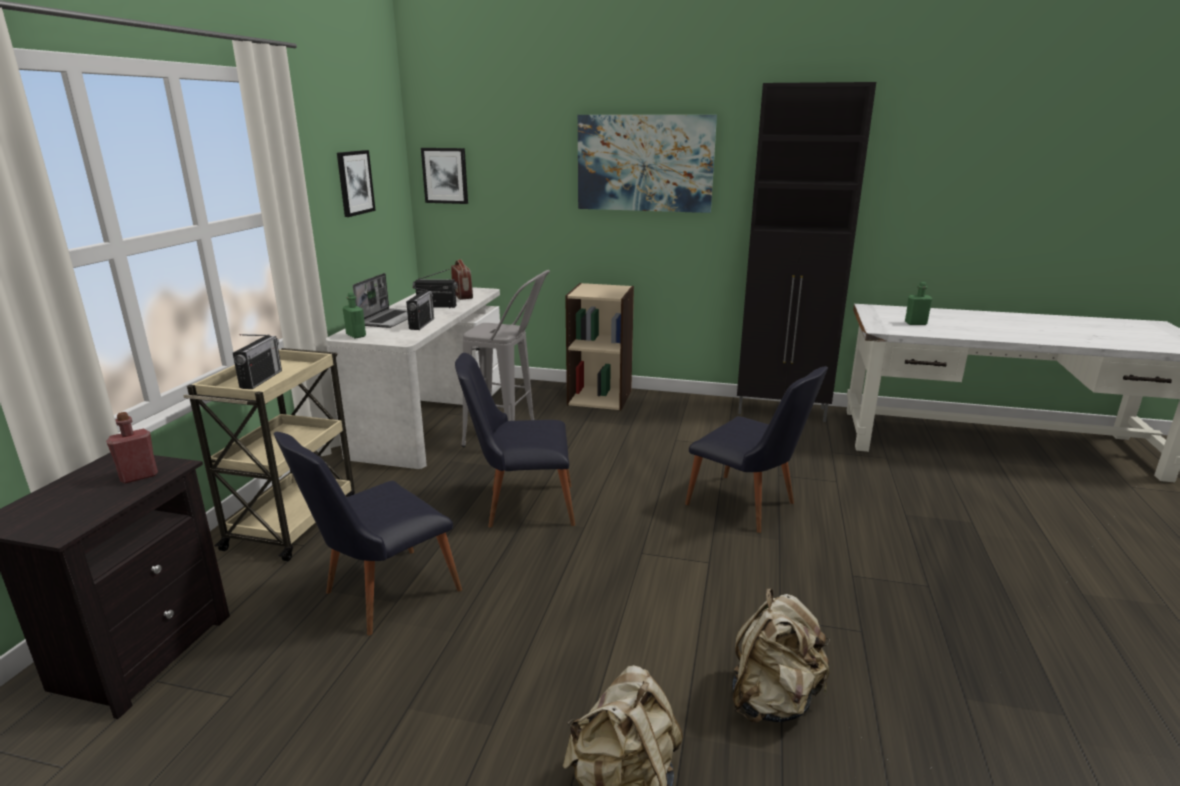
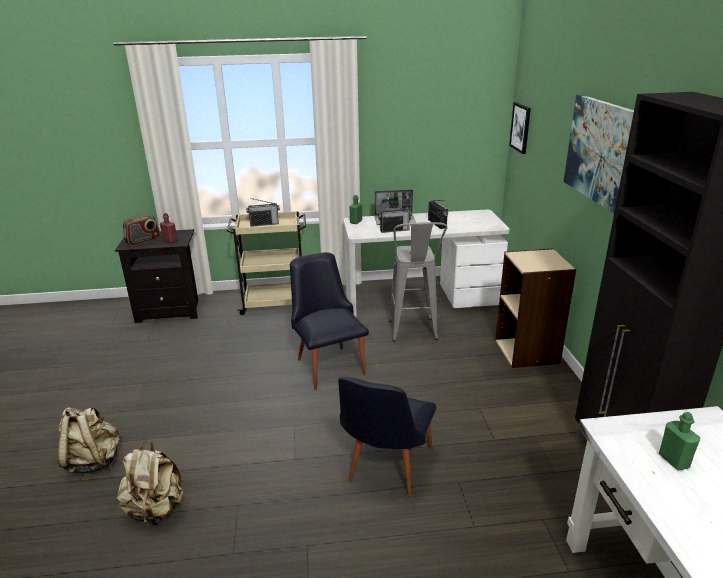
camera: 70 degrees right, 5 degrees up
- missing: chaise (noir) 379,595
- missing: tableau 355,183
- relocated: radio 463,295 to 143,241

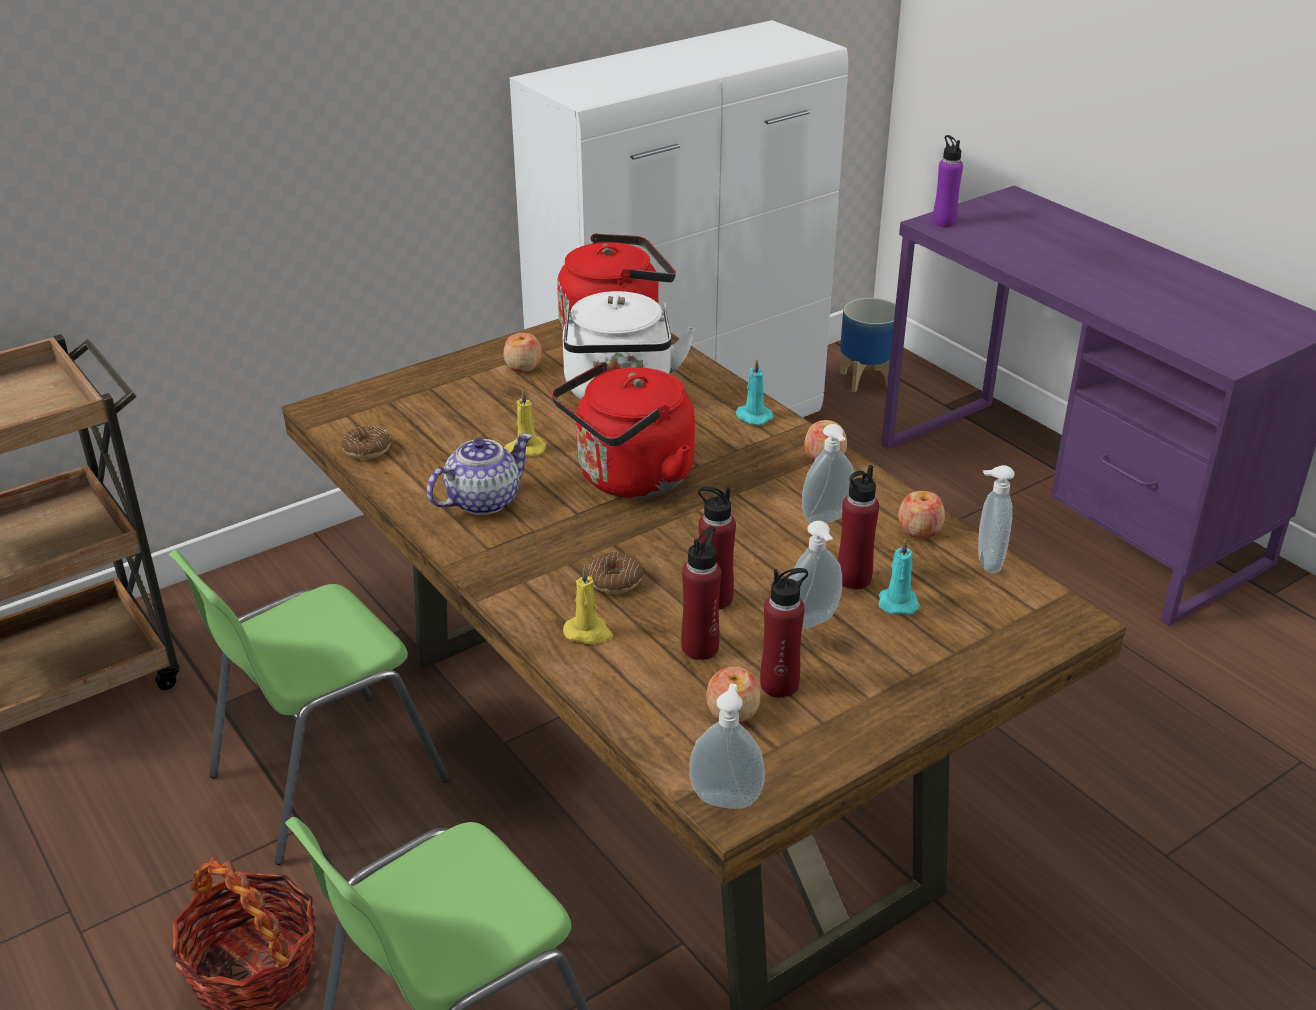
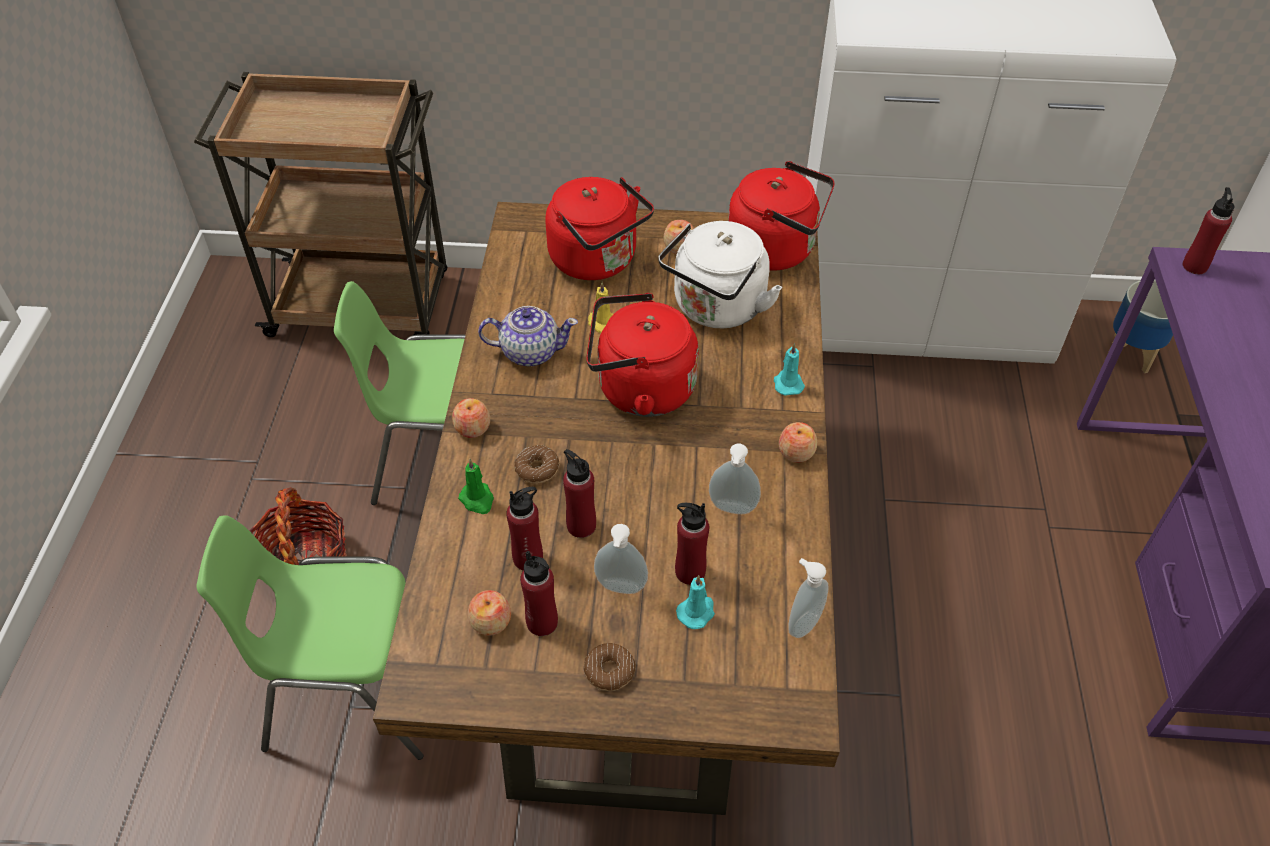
camera: 40 degrees right, 15 degrees up
- relocated: beignet 367,450 to 609,671
- colour: bougie (jaune) 589,632 to bougie (vert) 477,500
- missing: distributeur de savon 726,797
- relocated: pomme 919,530 to 472,428
- colour: bouteille (violet) 944,222 to bouteille (rouge) 1194,266
- appeared: bouilloire (rouge) 598,261

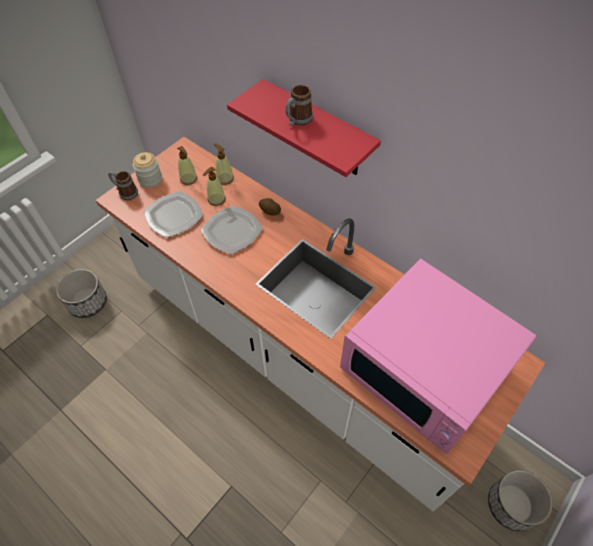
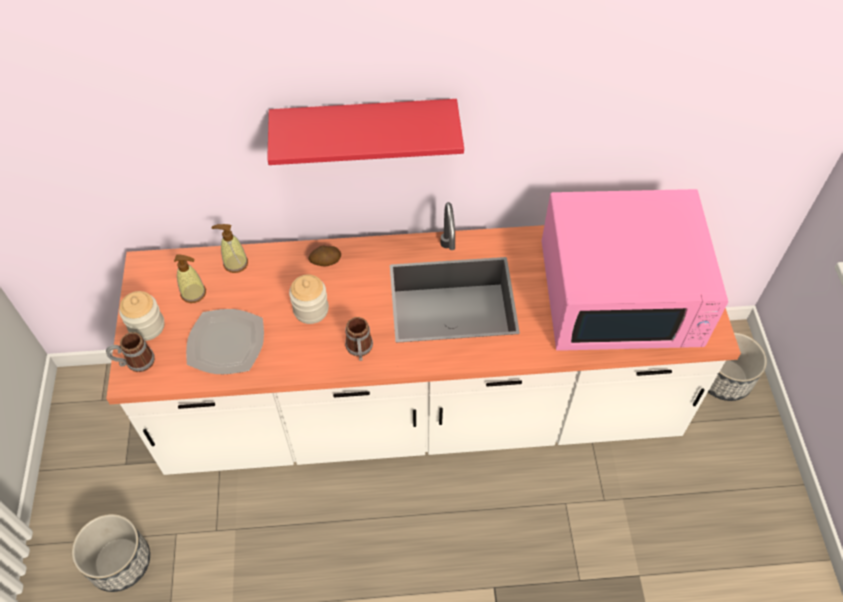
camera: 45 degrees left, 0 degrees up
- exchanged: assiette 233,231 to bocal 311,309
- missing: distributeur de savon 216,199
- relocated: mug 297,121 to 359,350

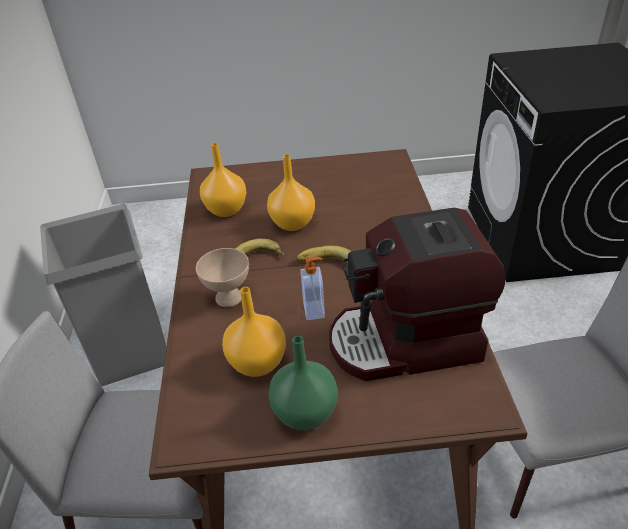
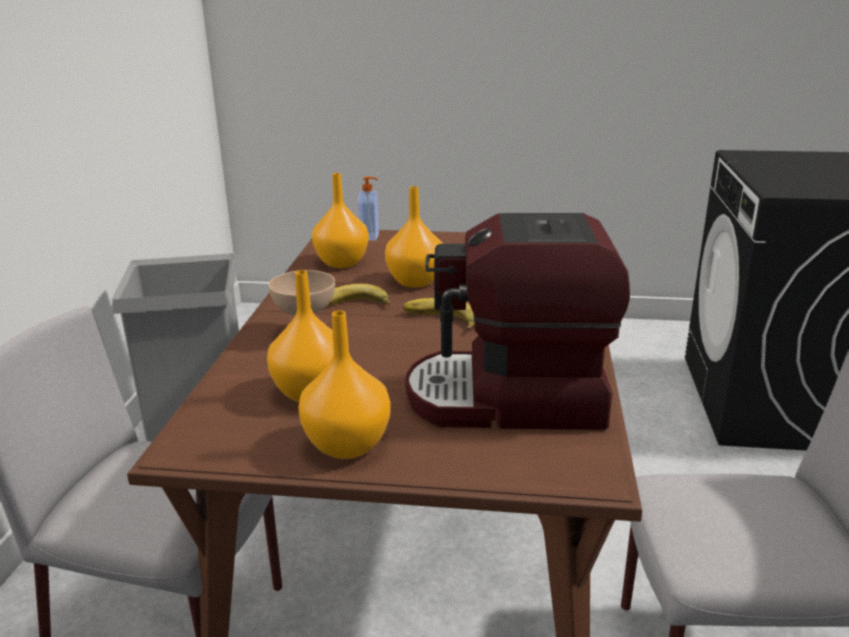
camera: 10 degrees right, 15 degrees down
- colour: vase (vert) 305,414 to vase (orange) 346,446
- relocated: distributeur de savon 315,310 to 370,237

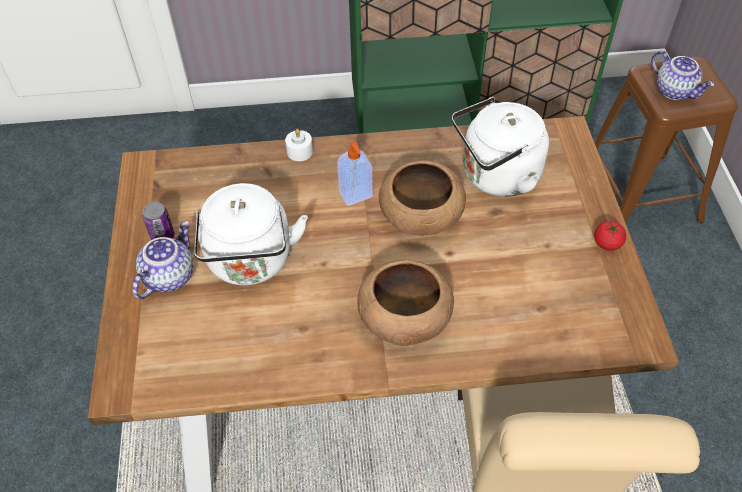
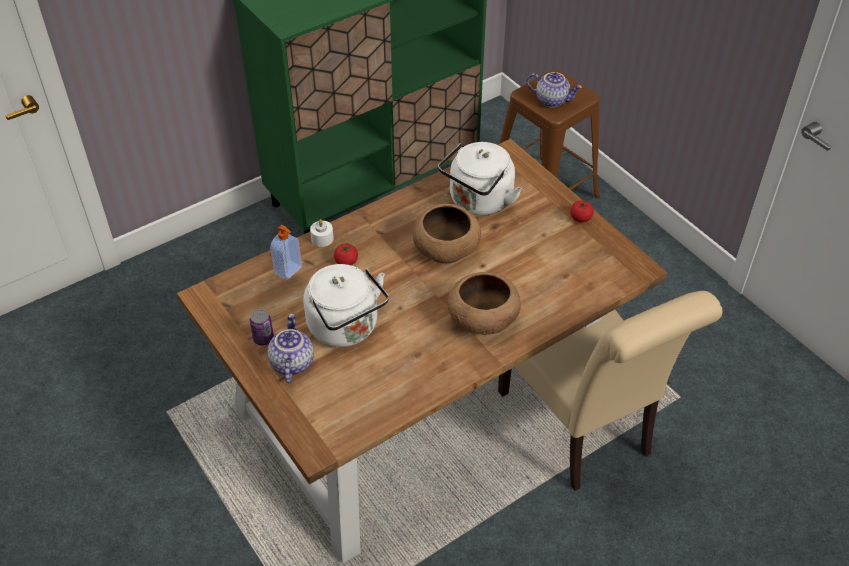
camera: 30 degrees left, 5 degrees down
- relocated: distributeur de savon 356,196 to 289,270
- appeared: tomate 346,262

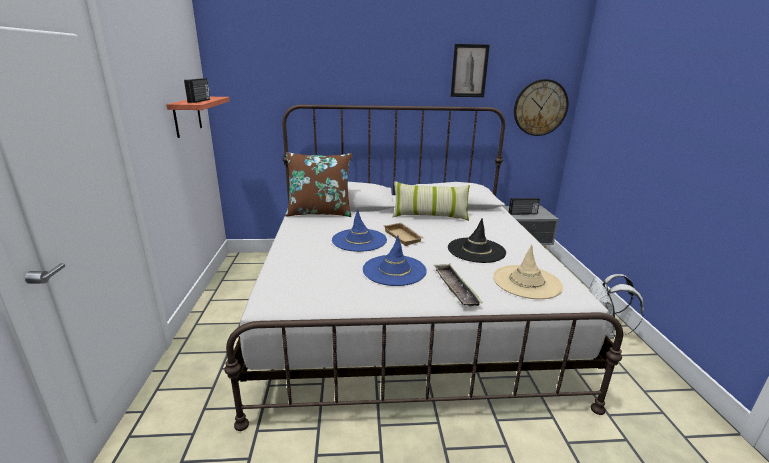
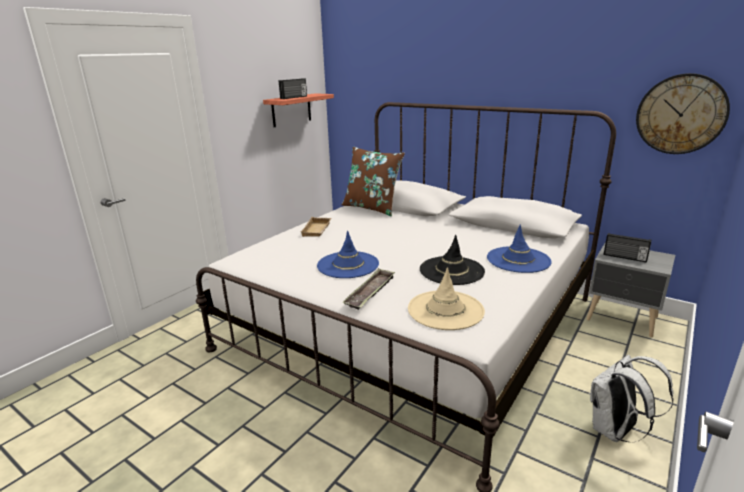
camera: 40 degrees right, 0 degrees up
- relocated: chapeau (bleu) 359,240 to 518,260
- relocated: plateau (beige) 404,237 to 317,230
- missing: coussin 430,216
- missing: tableau 469,71

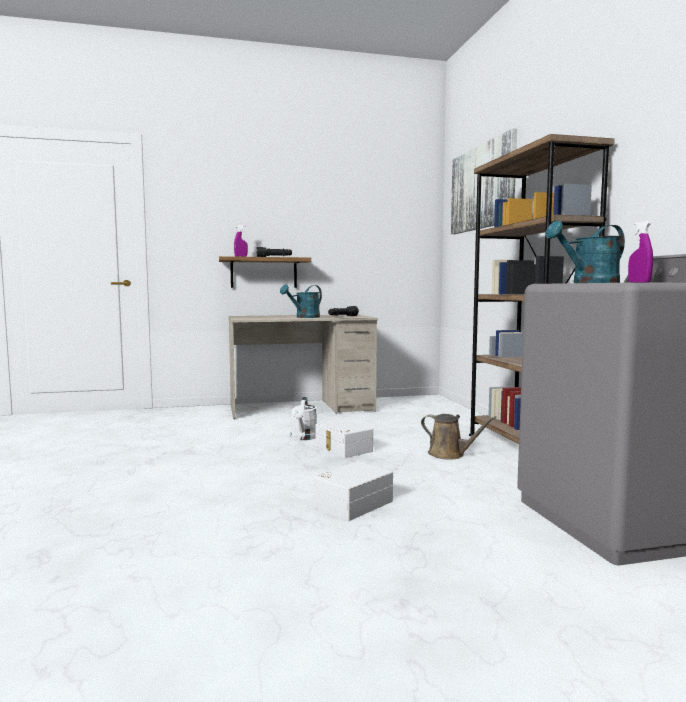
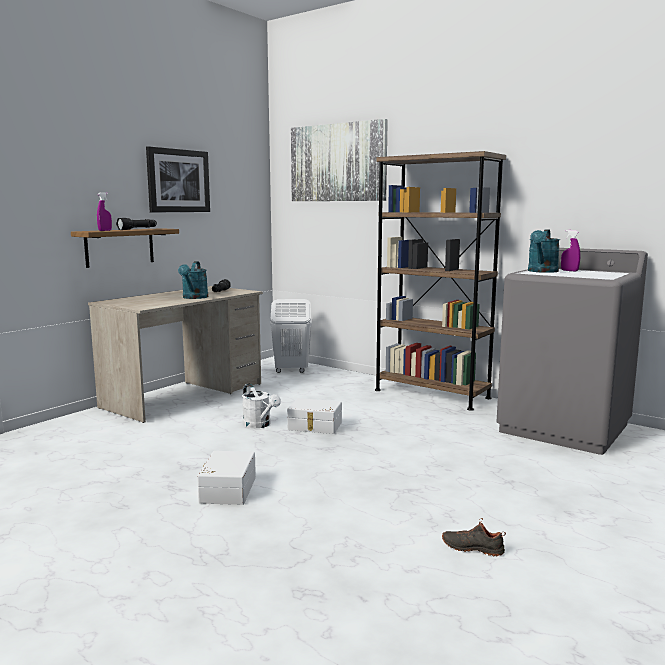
camera: 40 degrees left, 5 degrees up
- relocated: boîte de rangement (blanc) 352,503 to 226,489
- missing: arrosoir (marron) 449,454
- appeared: tableau 178,181
- appeared: panier à linge (blanc) 291,370
- appeared: chaussure (noir) 472,547

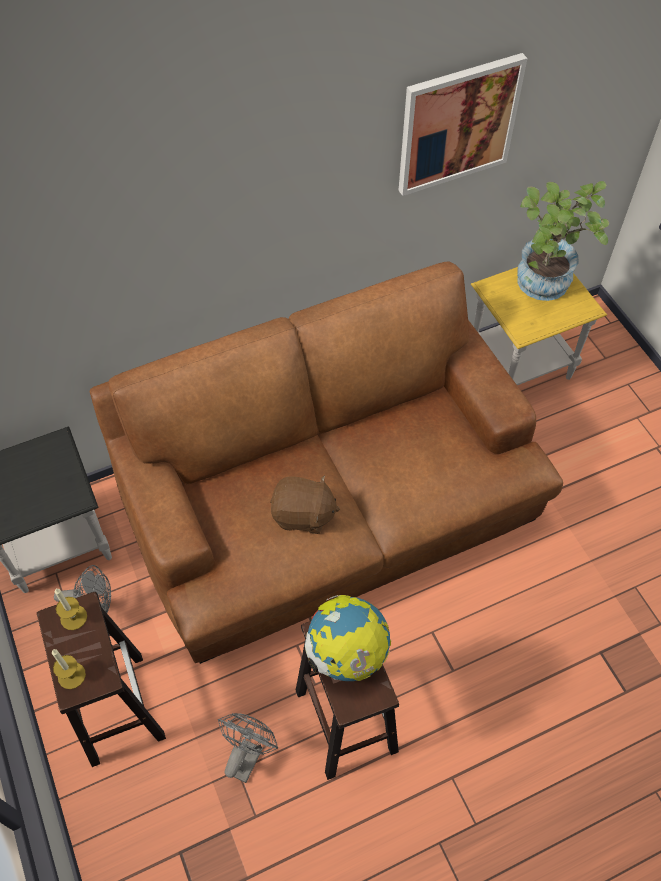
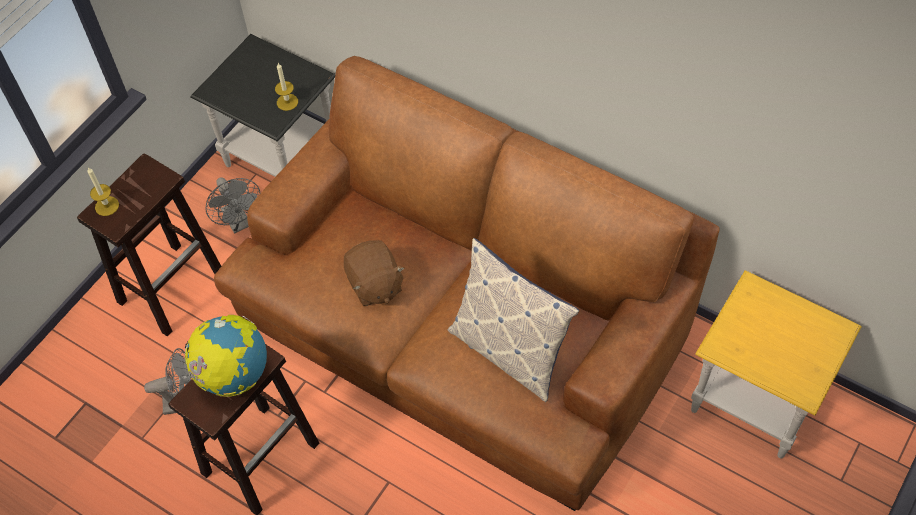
camera: 60 degrees right, 0 degrees up
- relocated: bougie 73,617 to 287,102
- missing: tableau 457,124
- missing: plante en pot 542,287
- appeared: coussin 509,351

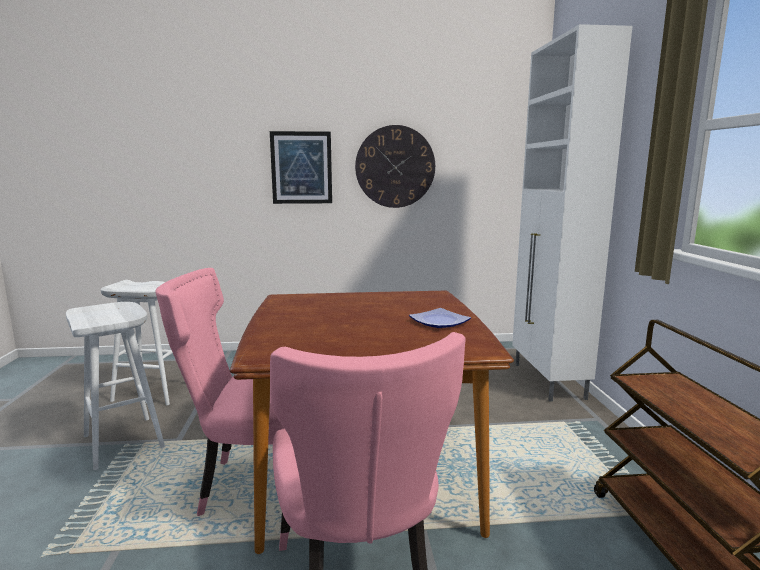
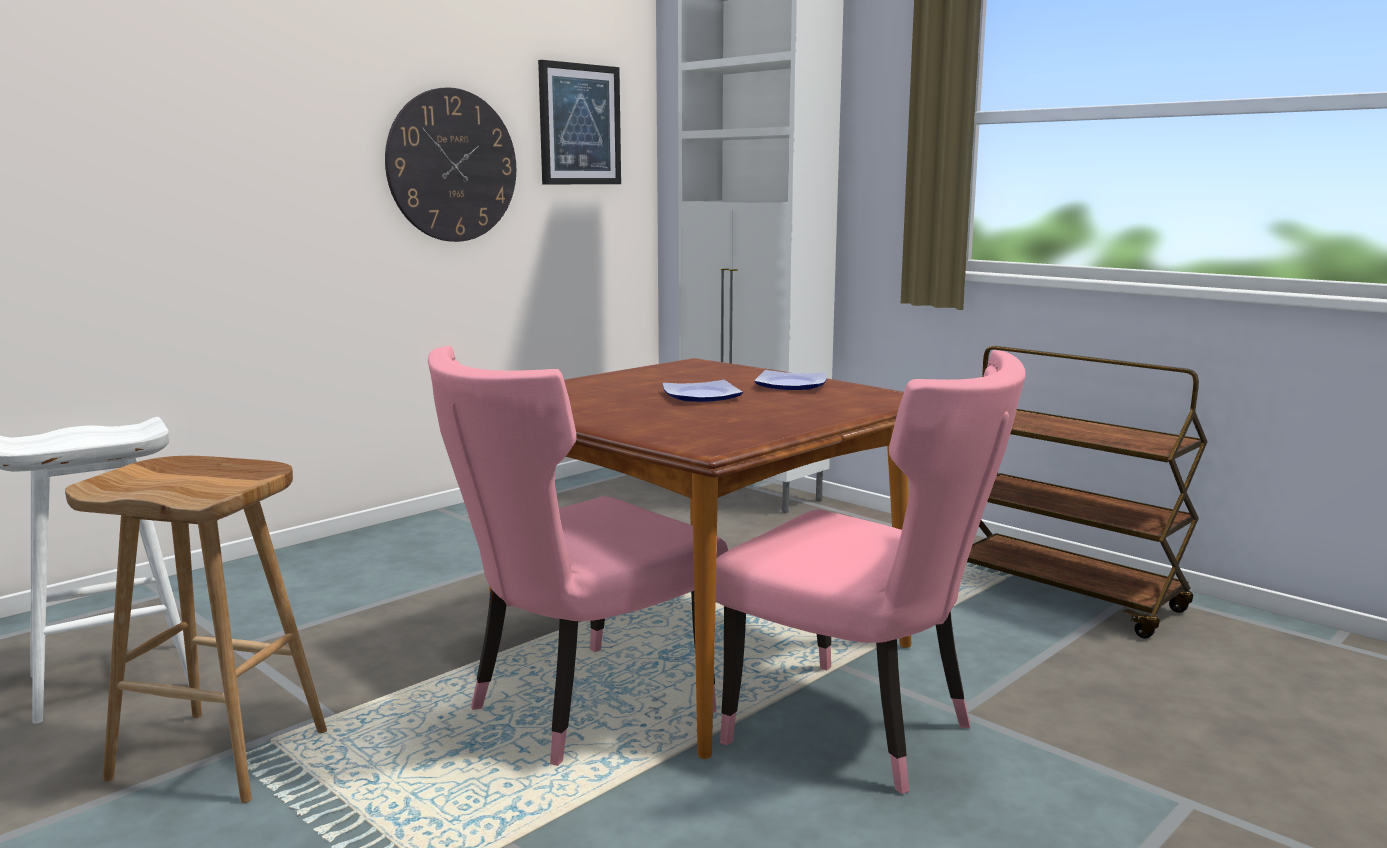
camera: 40 degrees left, 0 degrees up
- colour: tabouret (blanc) 125,442 to tabouret (marron) 223,754
- relocated: tableau 301,168 to 579,124
- appeared: assiette 702,396

